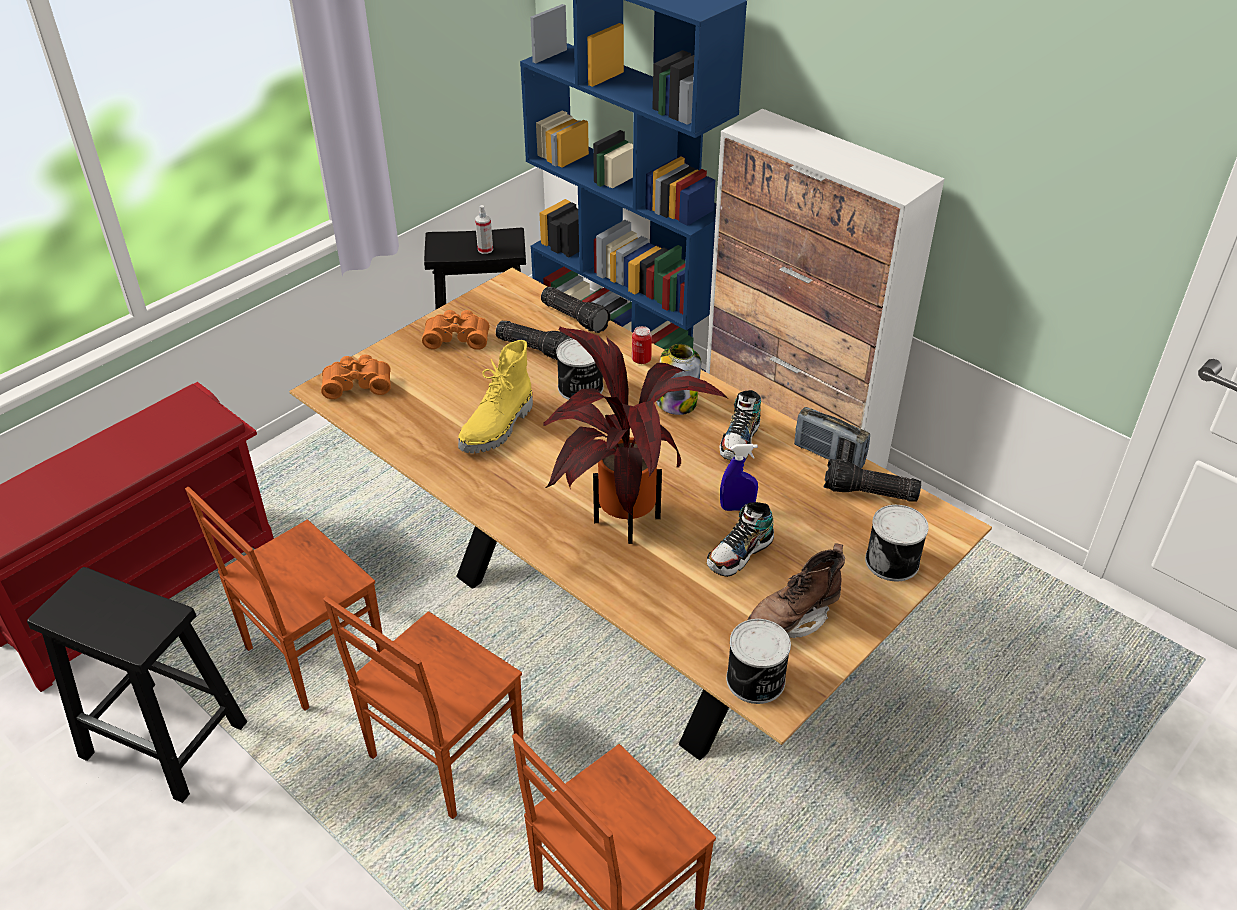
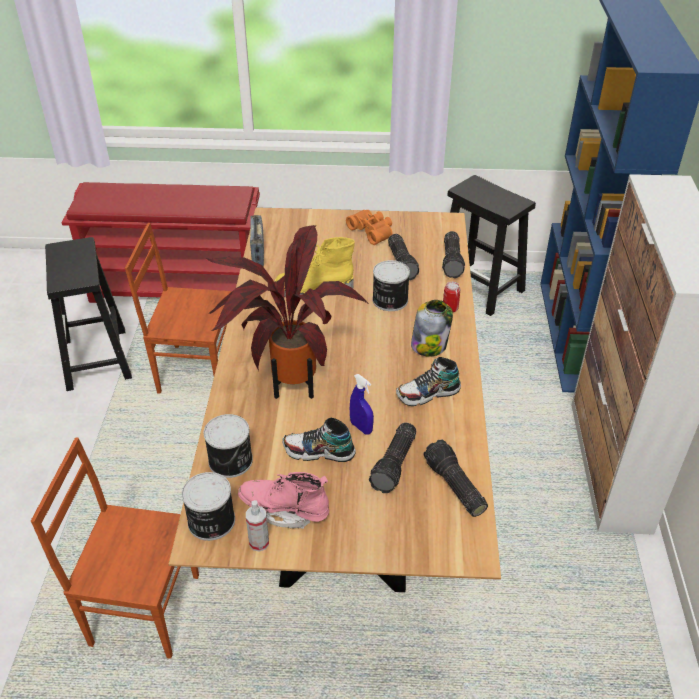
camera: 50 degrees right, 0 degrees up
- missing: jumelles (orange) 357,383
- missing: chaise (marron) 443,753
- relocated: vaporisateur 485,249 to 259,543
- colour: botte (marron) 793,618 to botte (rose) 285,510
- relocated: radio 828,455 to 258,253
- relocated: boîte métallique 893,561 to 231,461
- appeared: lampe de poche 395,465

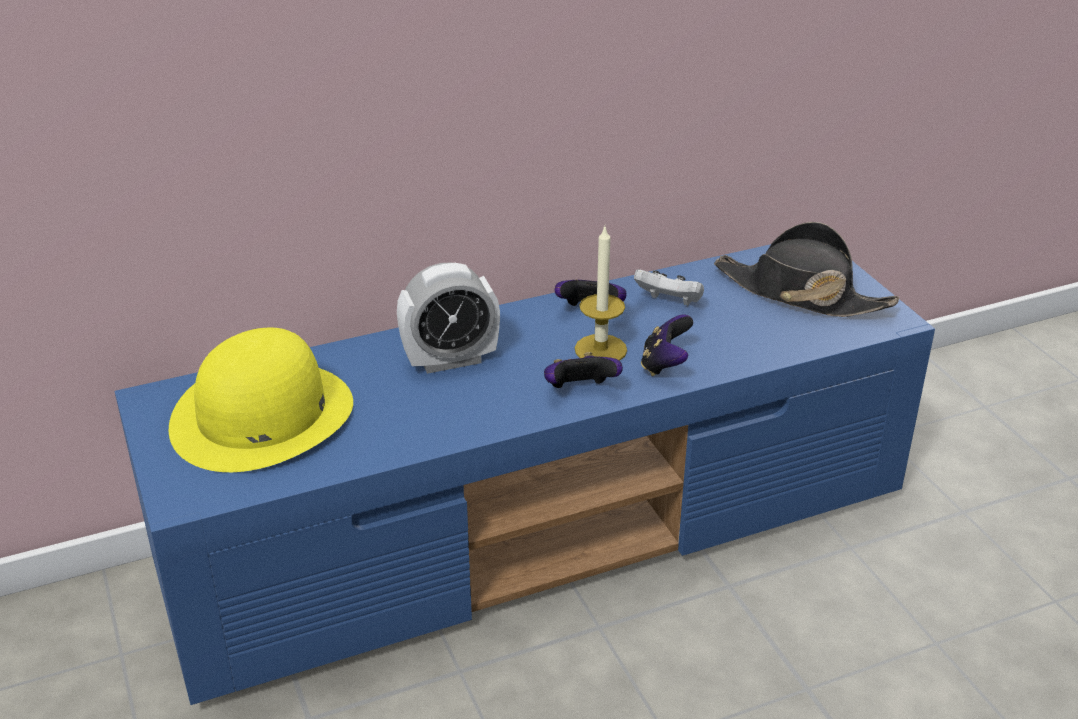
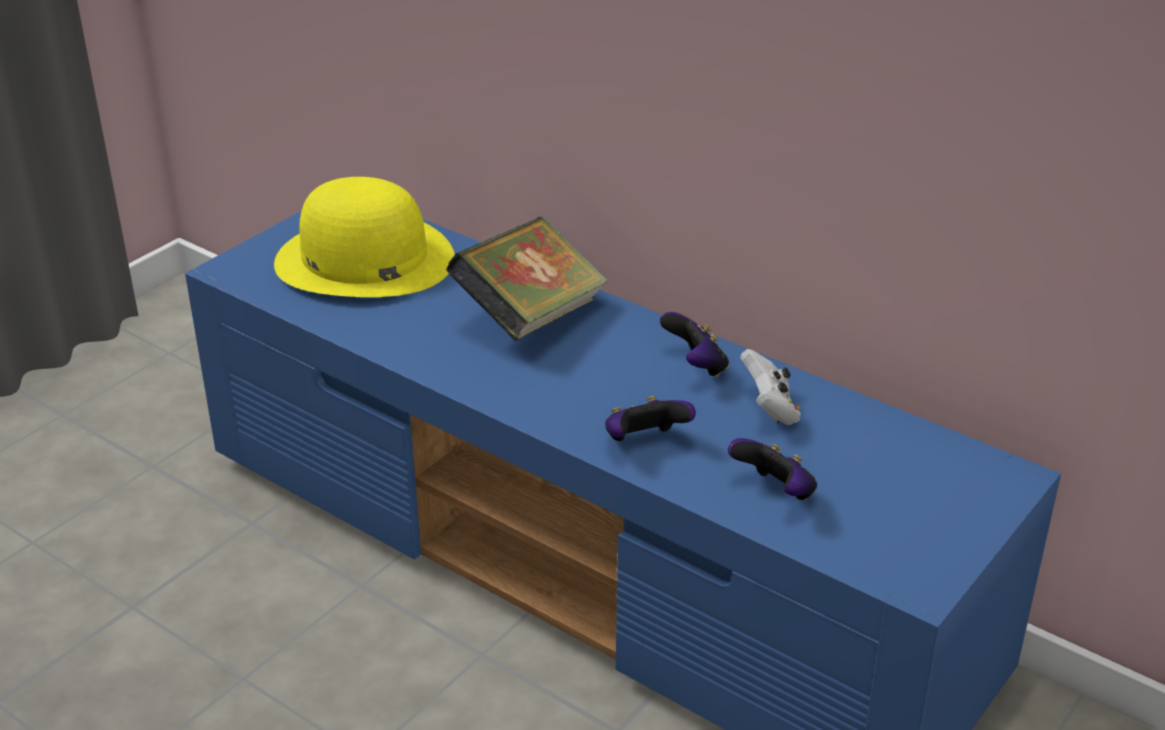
camera: 60 degrees right, 0 degrees up
- exchanged: réveil 450,360 to livre 530,317
- relocated: manette 580,391 to 775,492
- missing: bougie 600,349
- missing: chapeau (noir) 801,294

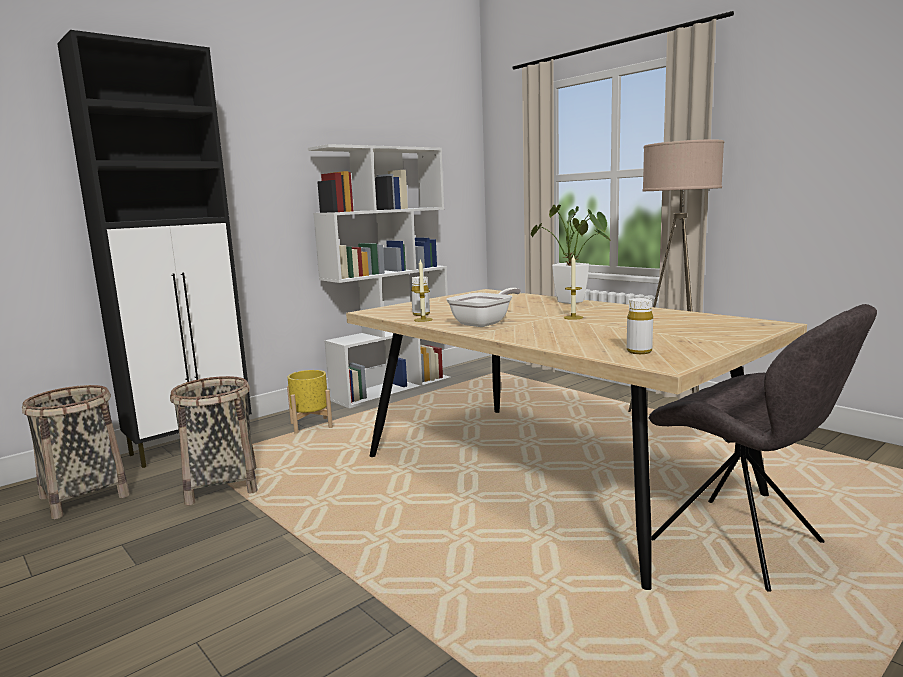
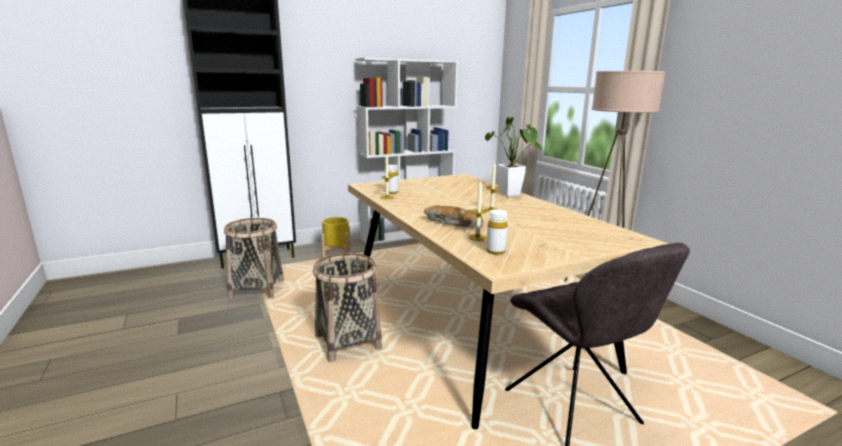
camera: 15 degrees right, 5 degrees up
- relocated: panier 85,496 to 348,342
- missing: poêle 485,323
- appeared: pain 452,224
- appeared: bougie 477,237

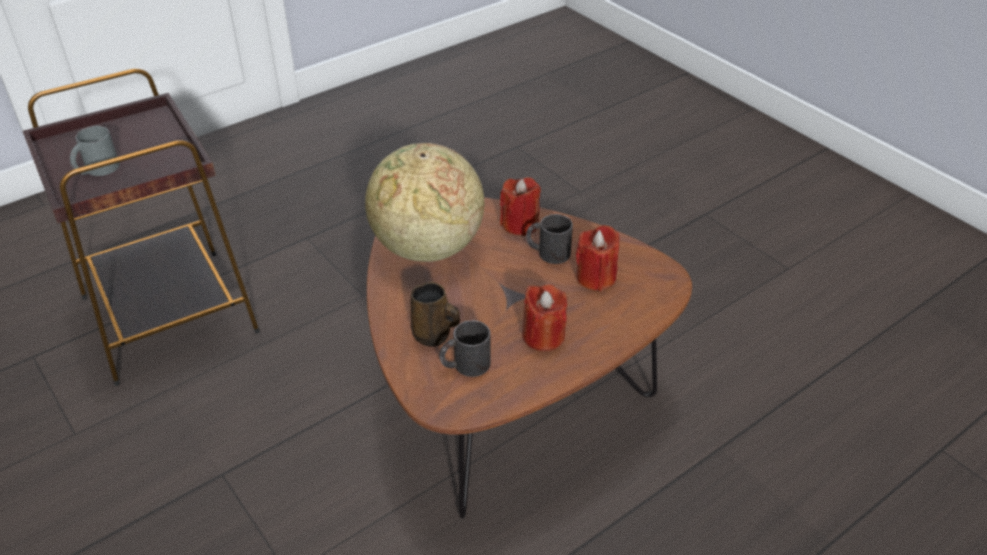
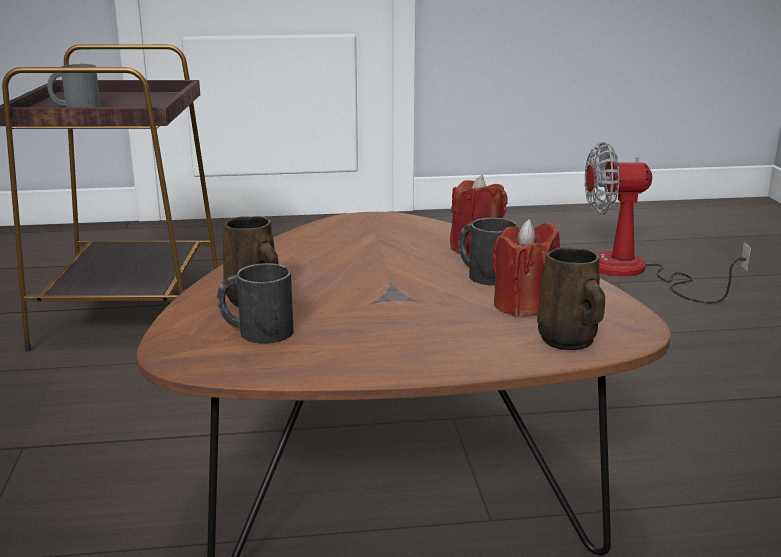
camera: 30 degrees right, 20 degrees down
- missing: globe 426,248
- missing: bougie (rouge) 543,336
- appeared: mug (marron) 568,342
- appeared: ventilateur 634,272

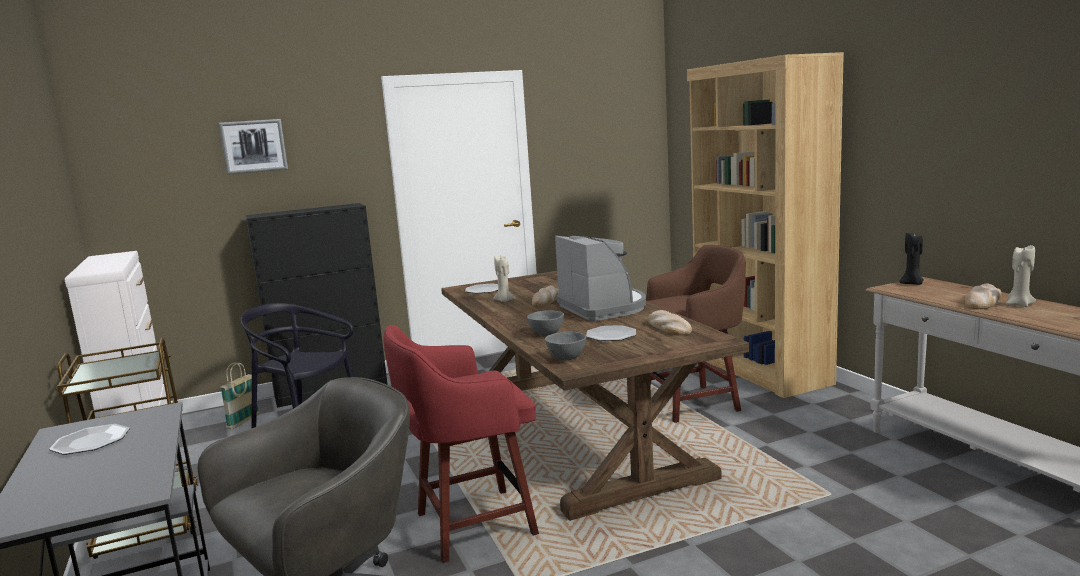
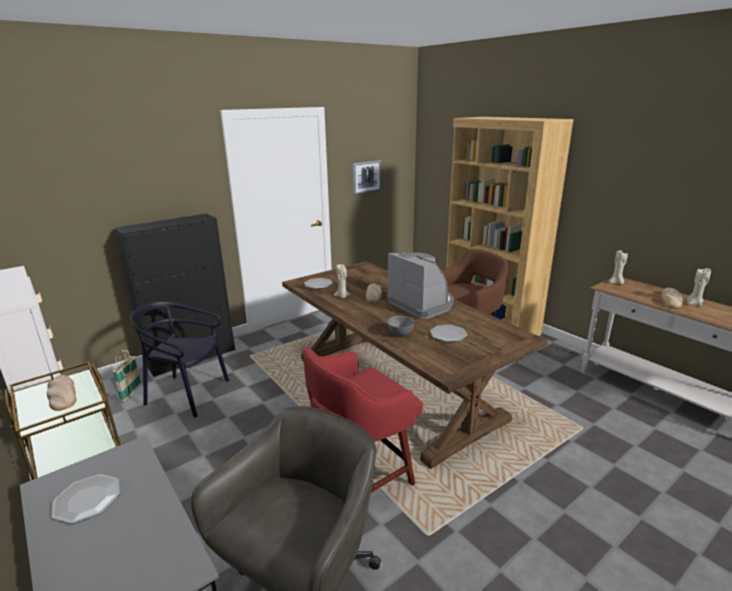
camera: 15 degrees left, 10 degrees up
- relocated: tableau 253,146 to 366,177
- missing: bol (gris) 566,358
- relocated: pain 668,327 to 62,395
- colour: bougie (noir) 912,284 to bougie (beige) 616,283

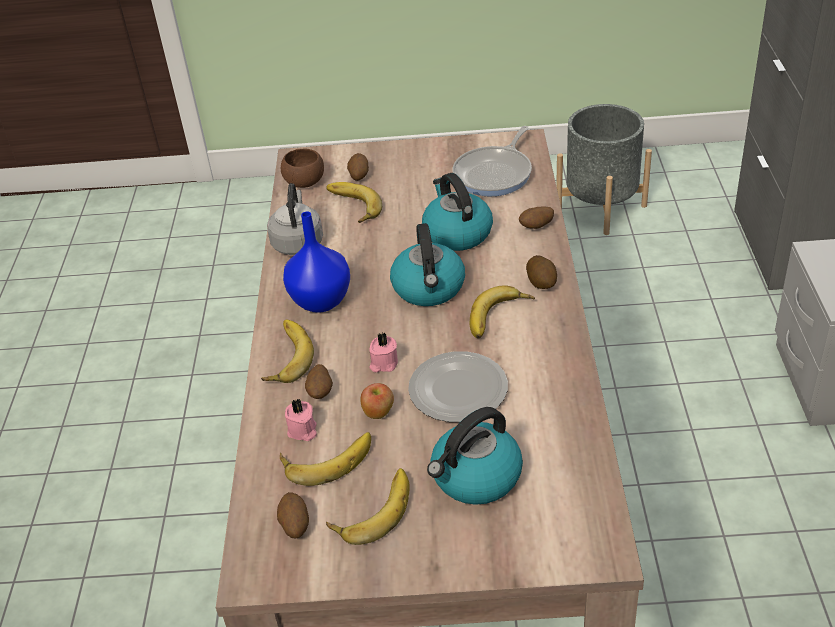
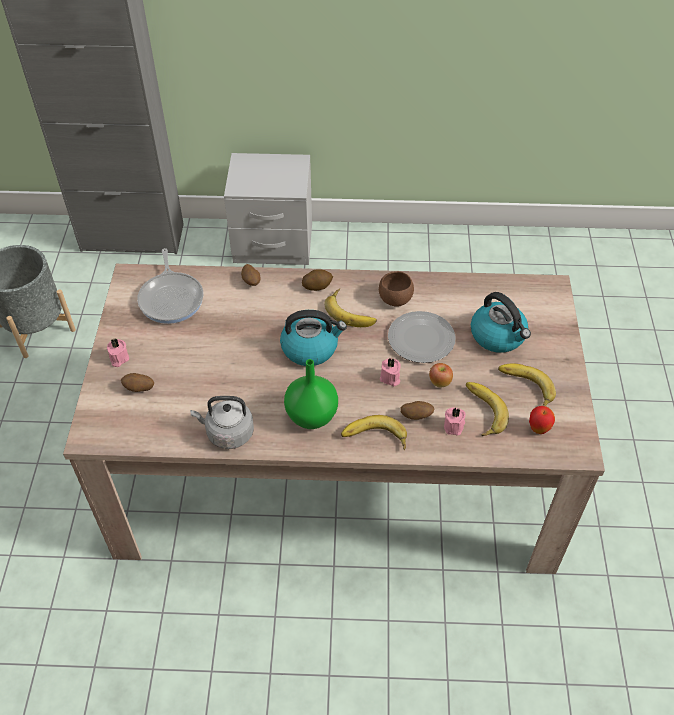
camera: 90 degrees left, 10 degrees up
- exchanged: pomme de terre 294,525 to pomme 538,429
- relocated: bol (marron) 305,182 to 395,299
- colour: vase (bleu) 319,301 to vase (vert) 311,417
- missing: banane 351,207
- missing: bouilloire 456,233
- spun: poêle 495,174 = 172,298 45 degrees clockwise
- appeared: bougie (rose) 118,358

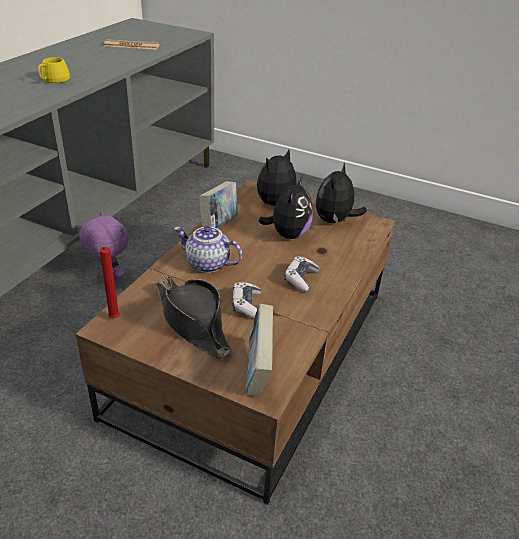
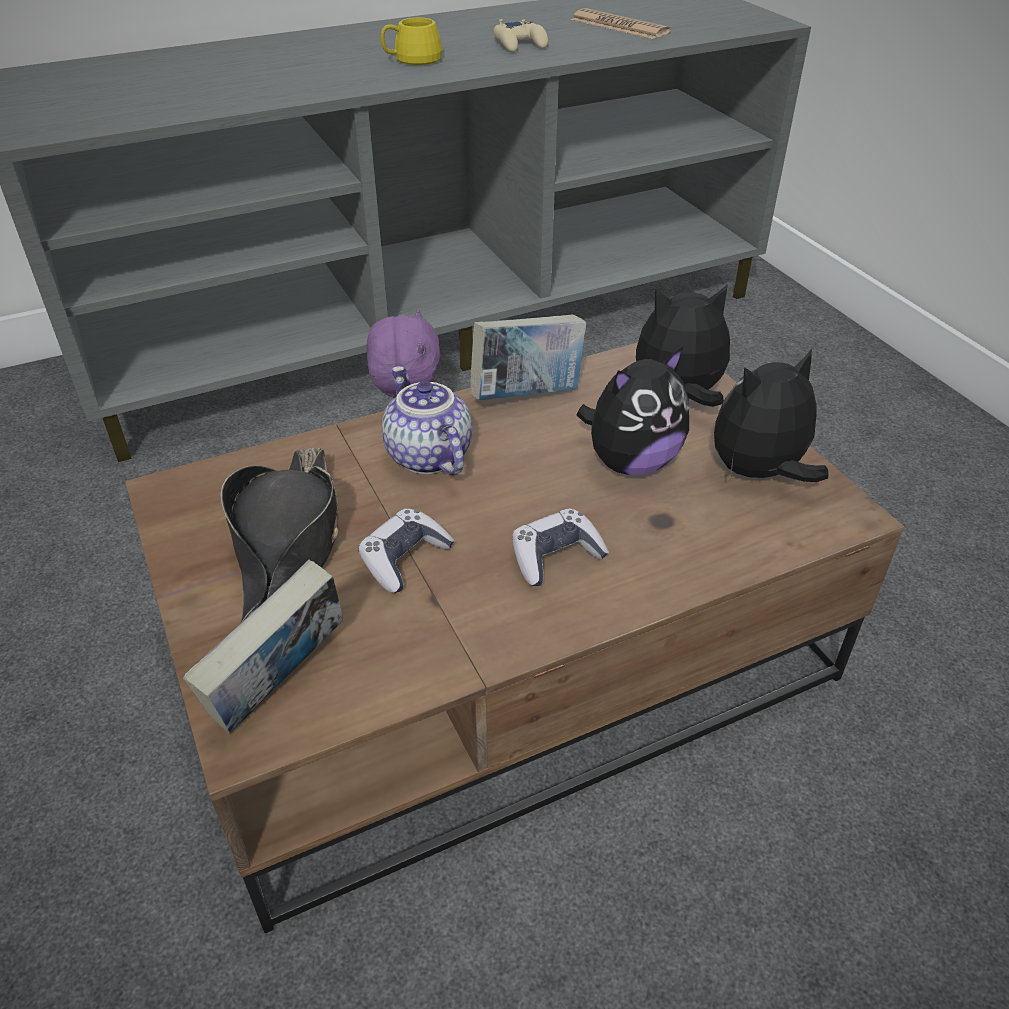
camera: 40 degrees right, 5 degrees up
- missing: bougie (rouge) 112,319
- appeared: manette (beige) 520,44

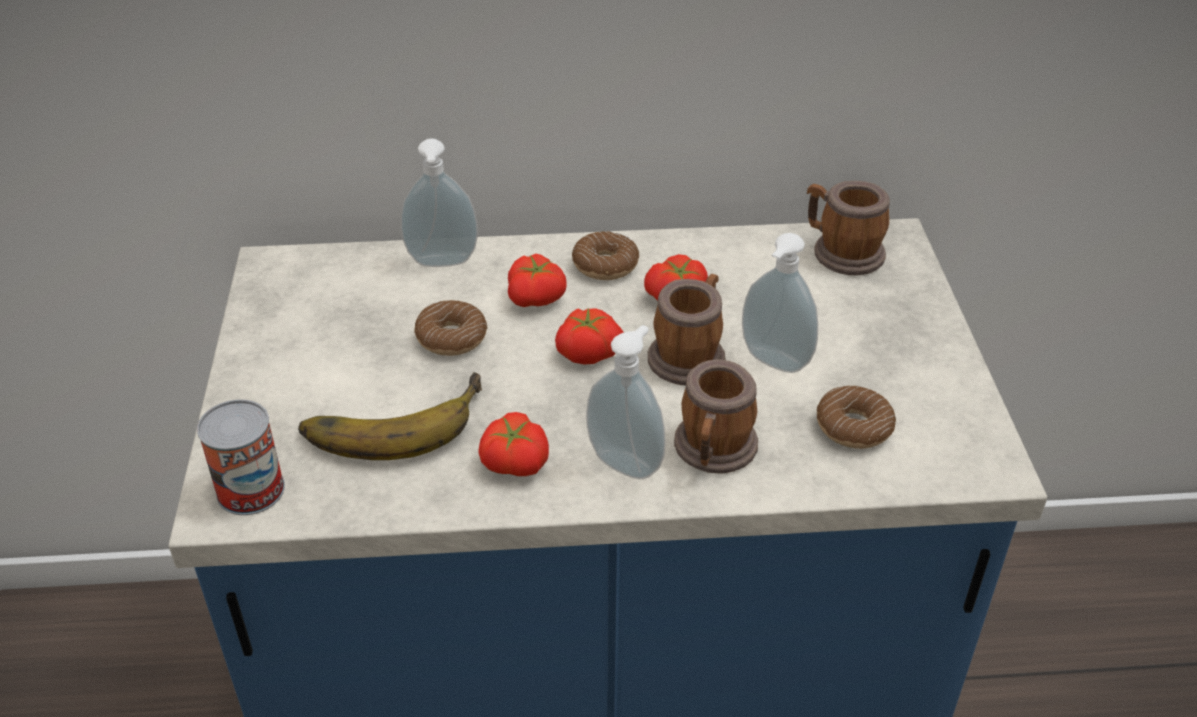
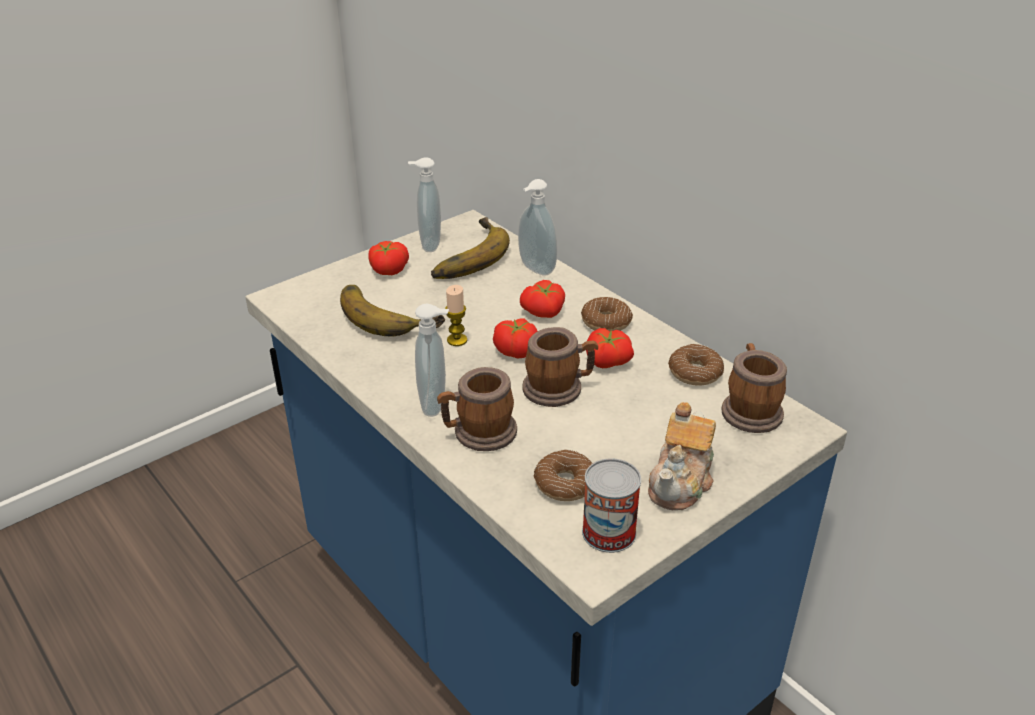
camera: 55 degrees right, 5 degrees down
- relocated: boîte métallique 250,490 to 609,532
- relocated: beignet 451,337 to 695,372
- relocated: tomate 513,463 to 388,270
- relocated: distributeur de savon 773,363 to 428,244
- appeared: banane 464,256
- appeared: bougie 457,340
- appeared: théière 681,482

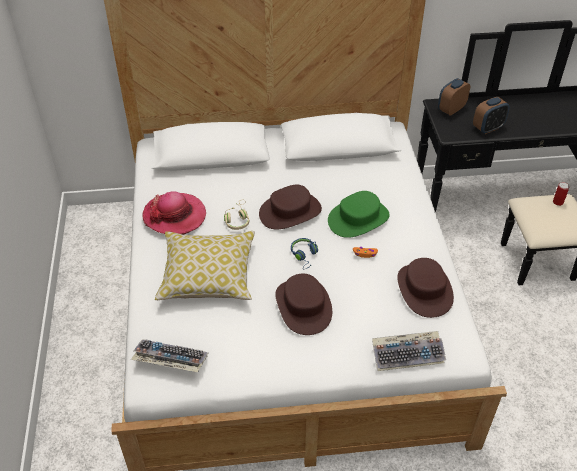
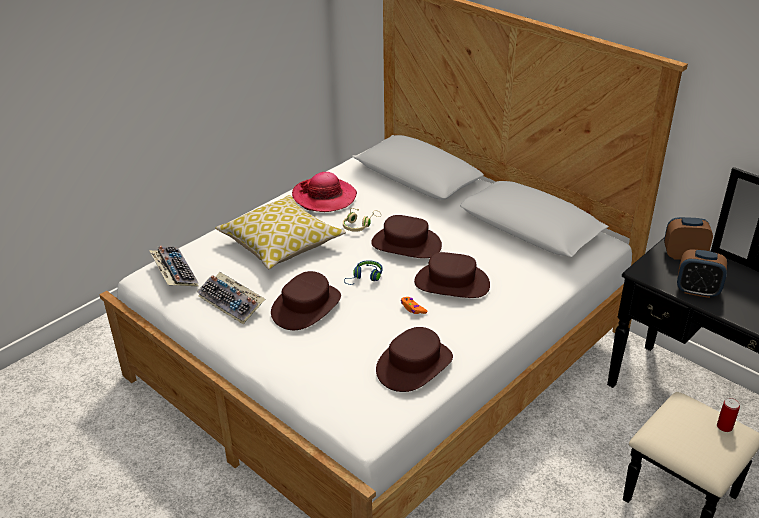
camera: 50 degrees right, 10 degrees down
- colour: chapeau (vert) 358,219 to chapeau (marron) 451,283
- relocated: clavier 408,354 to 232,302

